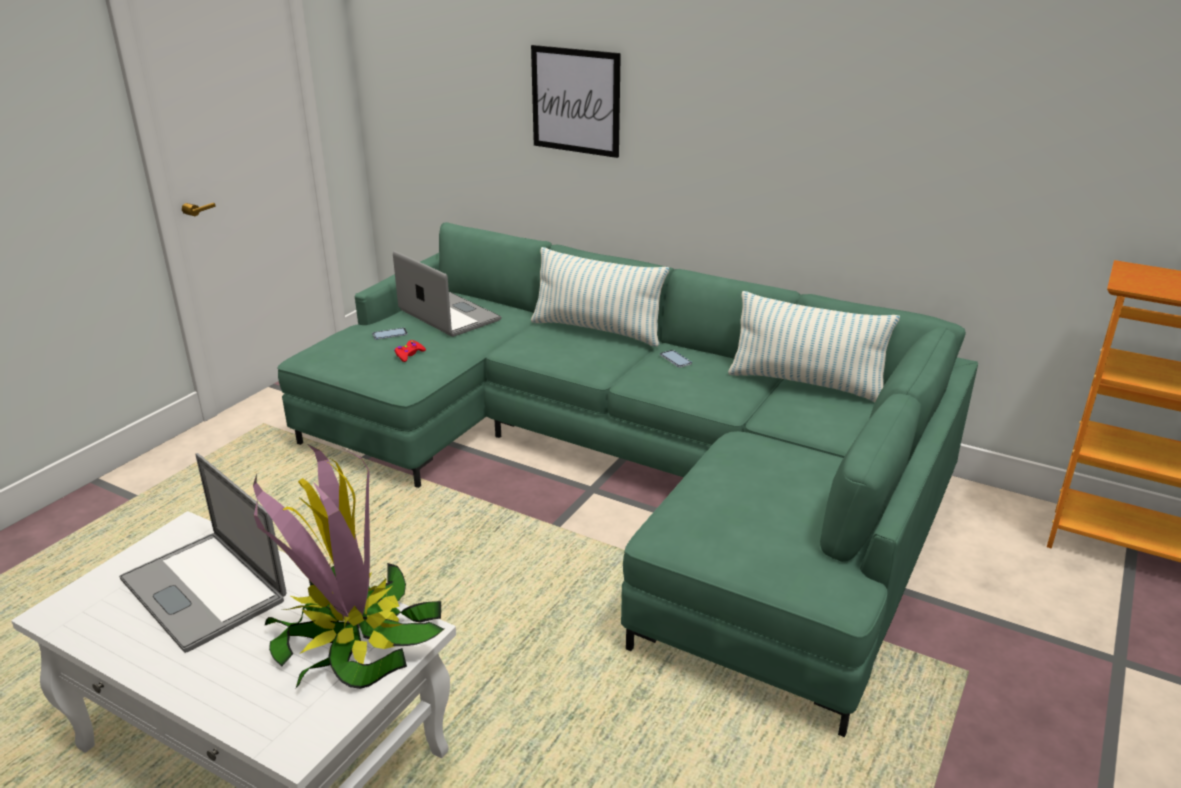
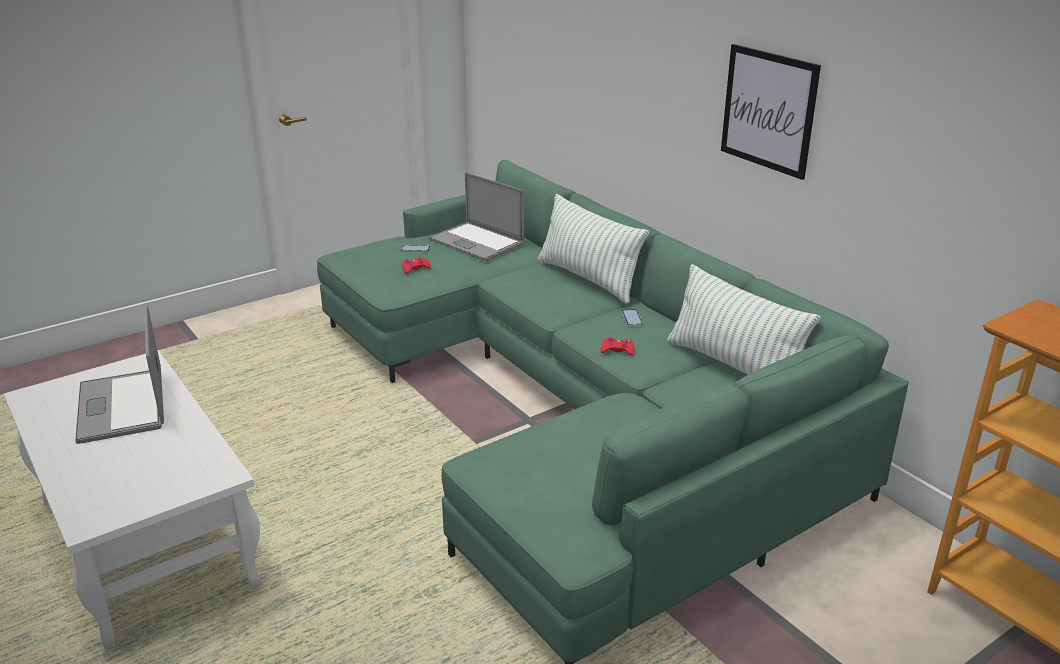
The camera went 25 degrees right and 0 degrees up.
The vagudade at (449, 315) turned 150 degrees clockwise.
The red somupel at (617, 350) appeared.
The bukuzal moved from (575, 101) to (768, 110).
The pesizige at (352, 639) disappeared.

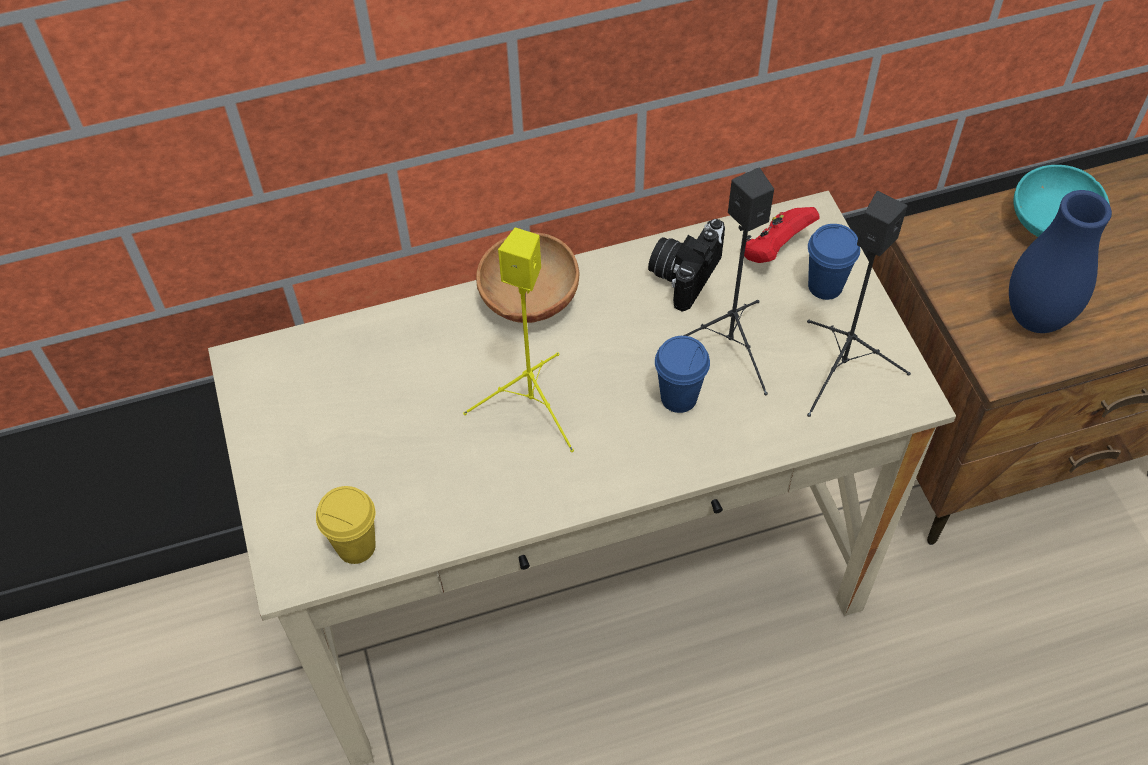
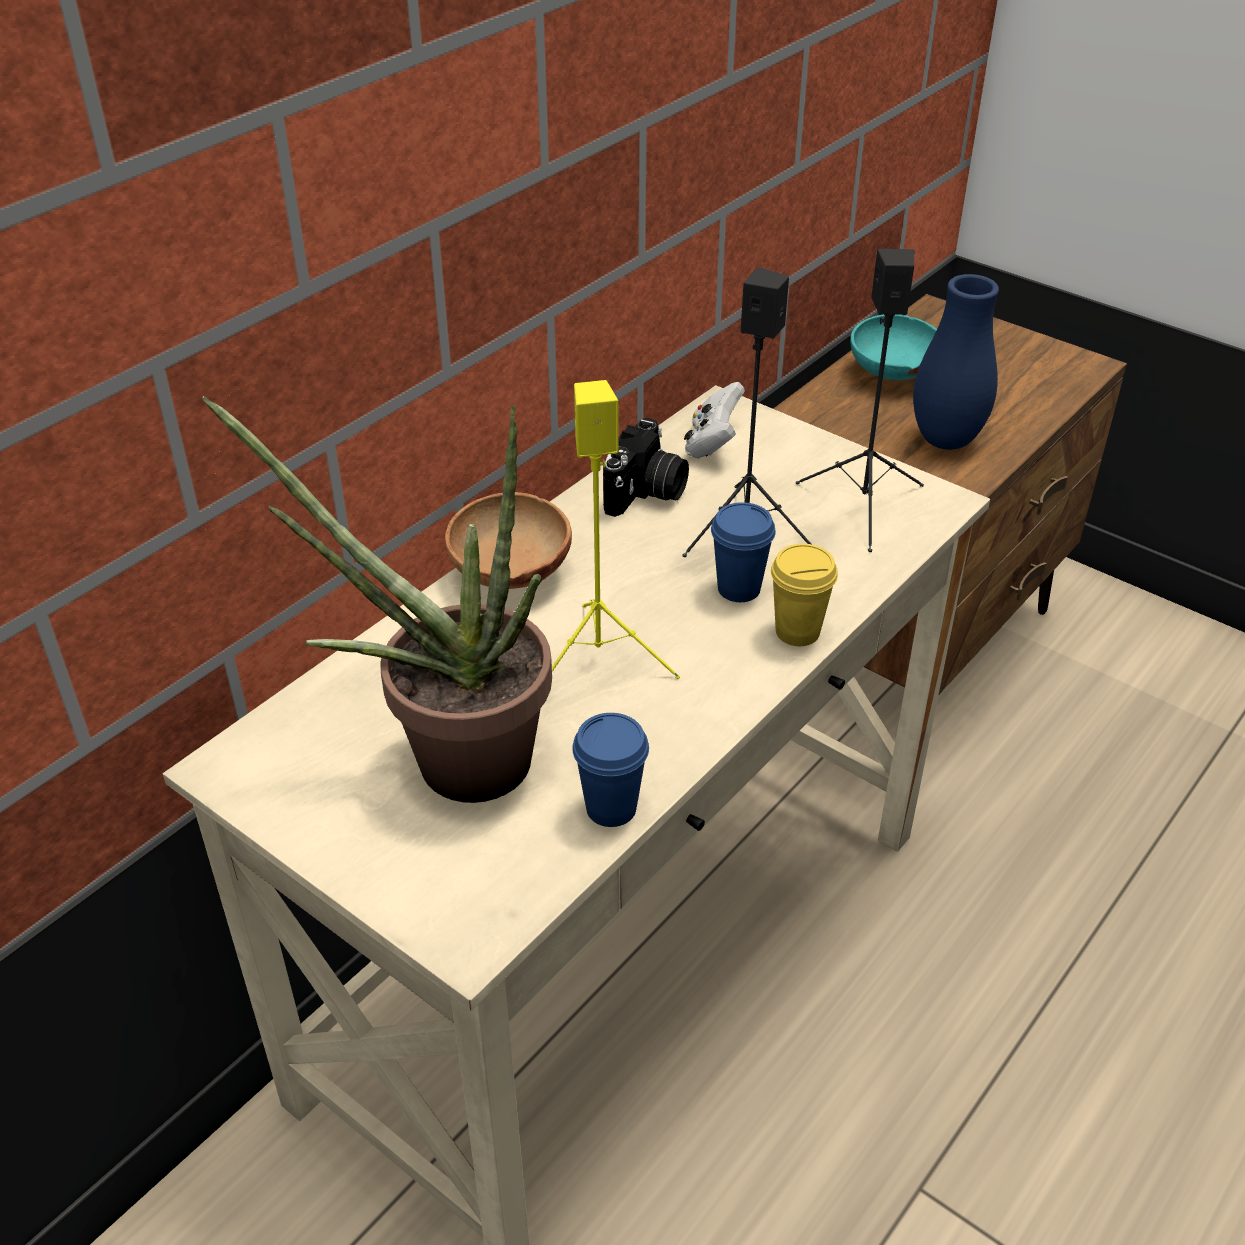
The camera went 35 degrees left and 15 degrees down.
The pesizige at (449, 760) appeared.
The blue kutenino moved from (825, 286) to (611, 808).
The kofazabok at (684, 274) turned 150 degrees counterclockwise.
The red somupel at (774, 250) became the white somupel at (712, 444).
The yellow kutenino moved from (356, 546) to (797, 632).

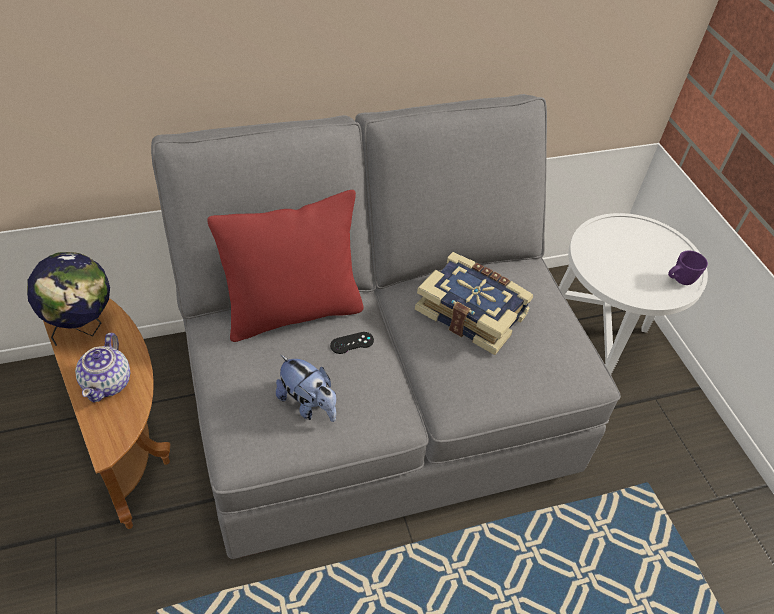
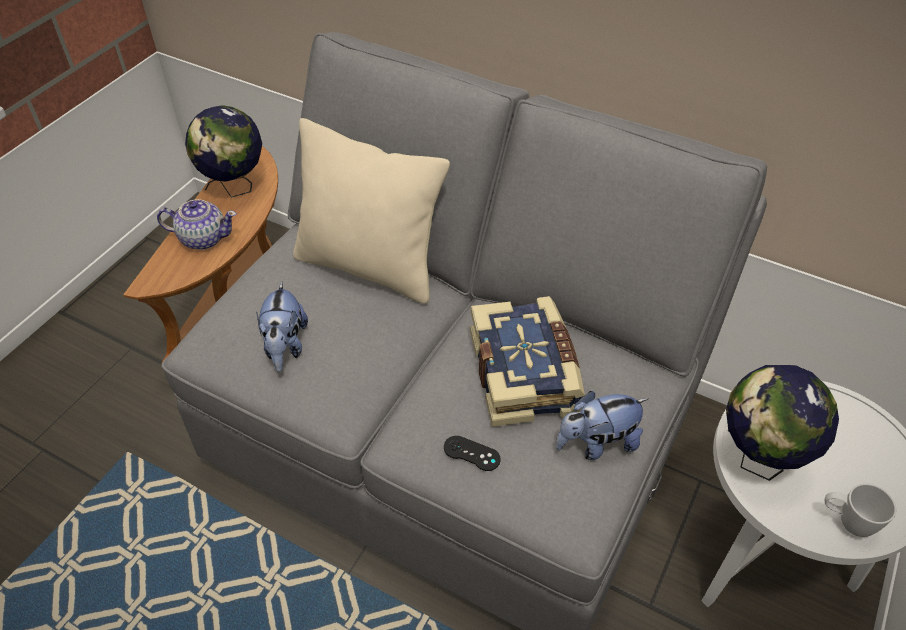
The camera went 50 degrees right and 0 degrees up.
The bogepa at (108, 382) turned 135 degrees counterclockwise.
The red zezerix at (293, 312) became the beige zezerix at (370, 266).
The black somupel moved from (352, 343) to (471, 453).
The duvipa at (597, 443) appeared.
The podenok at (758, 460) appeared.
The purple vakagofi at (678, 281) became the white vakagofi at (847, 522).

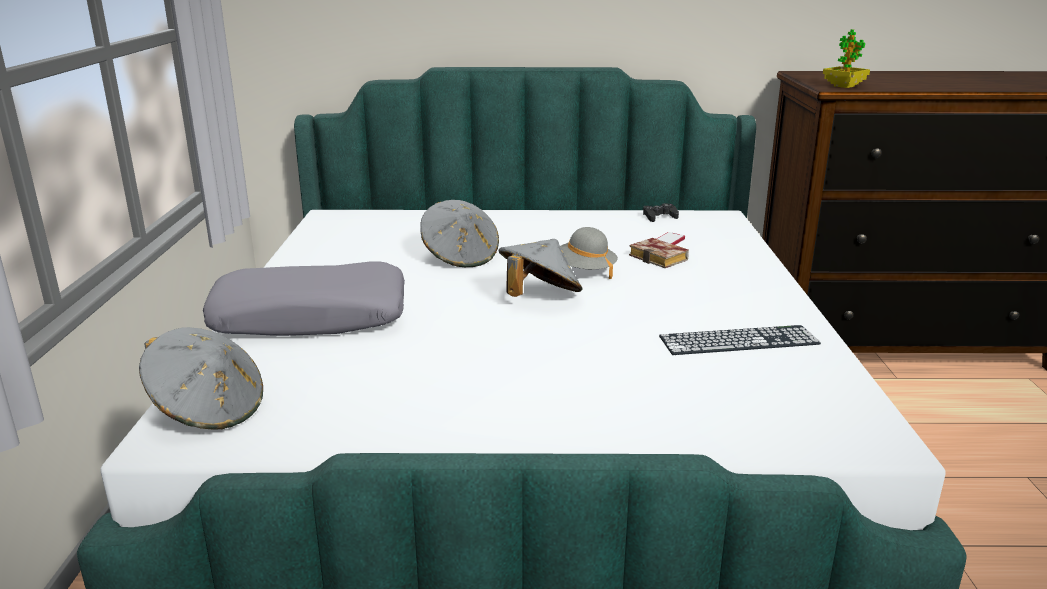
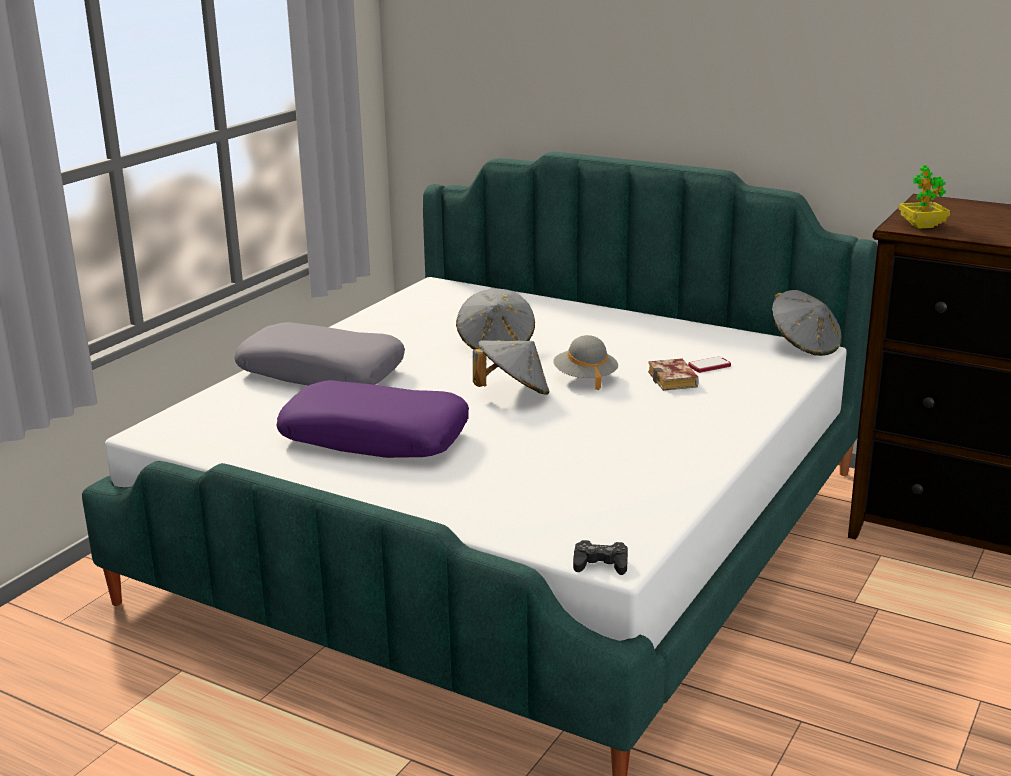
The camera went 30 degrees right and 0 degrees up.
The purple zezerix at (375, 437) appeared.
The black somupel moved from (659, 217) to (600, 564).
The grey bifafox moved from (209, 410) to (804, 346).
The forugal at (738, 340) disappeared.

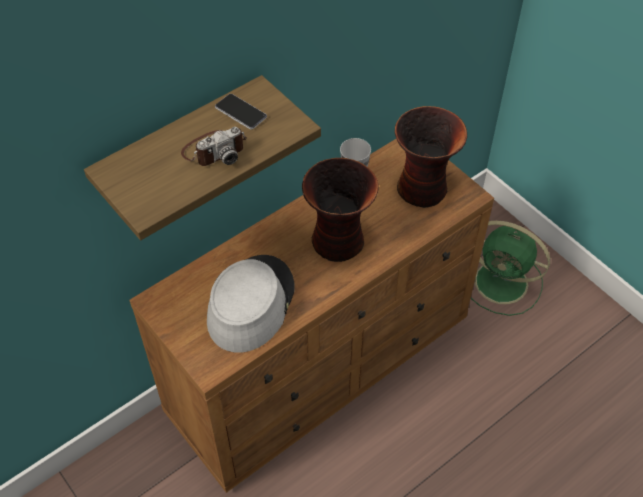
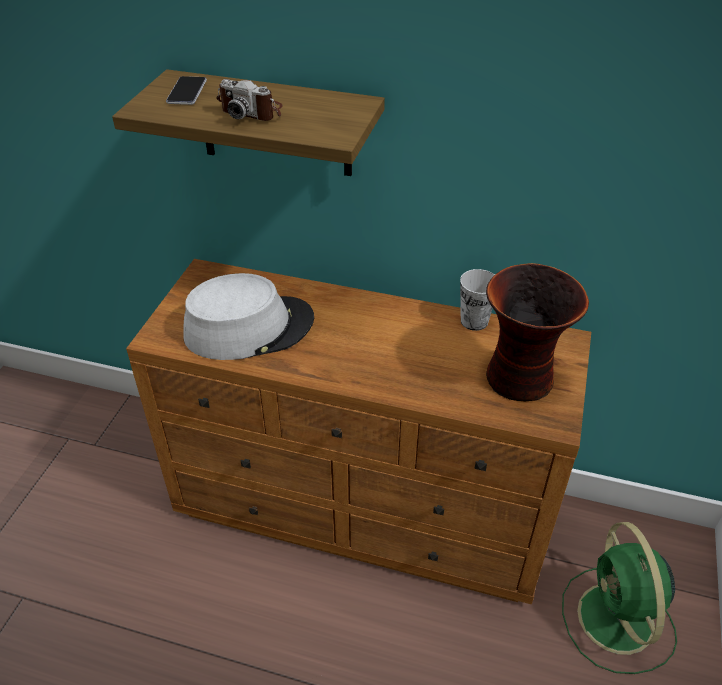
The camera went 55 degrees right and 10 degrees down.
The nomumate moved from (240, 112) to (187, 92).
The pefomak at (339, 242) disappeared.

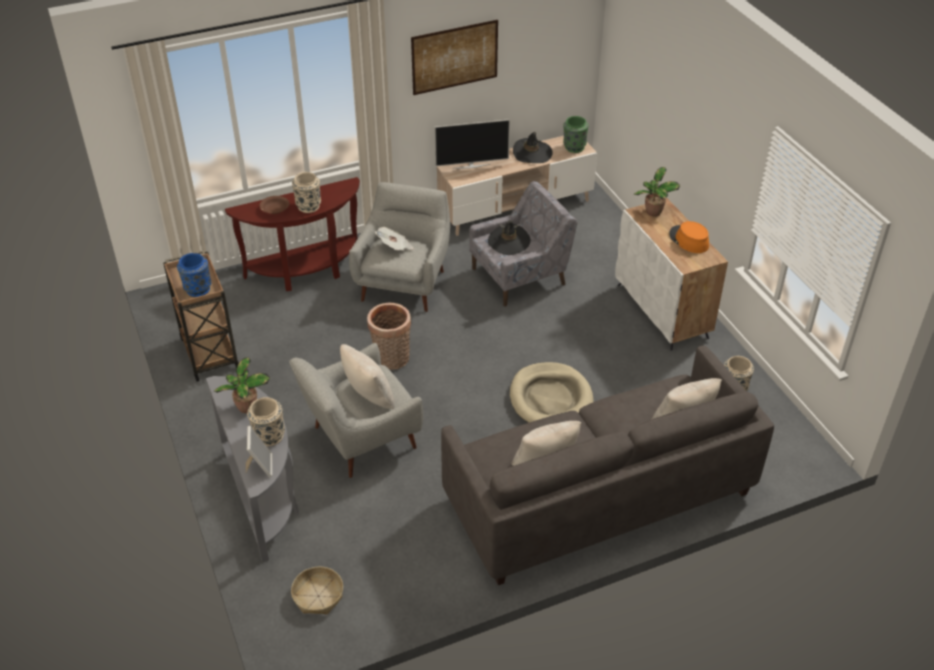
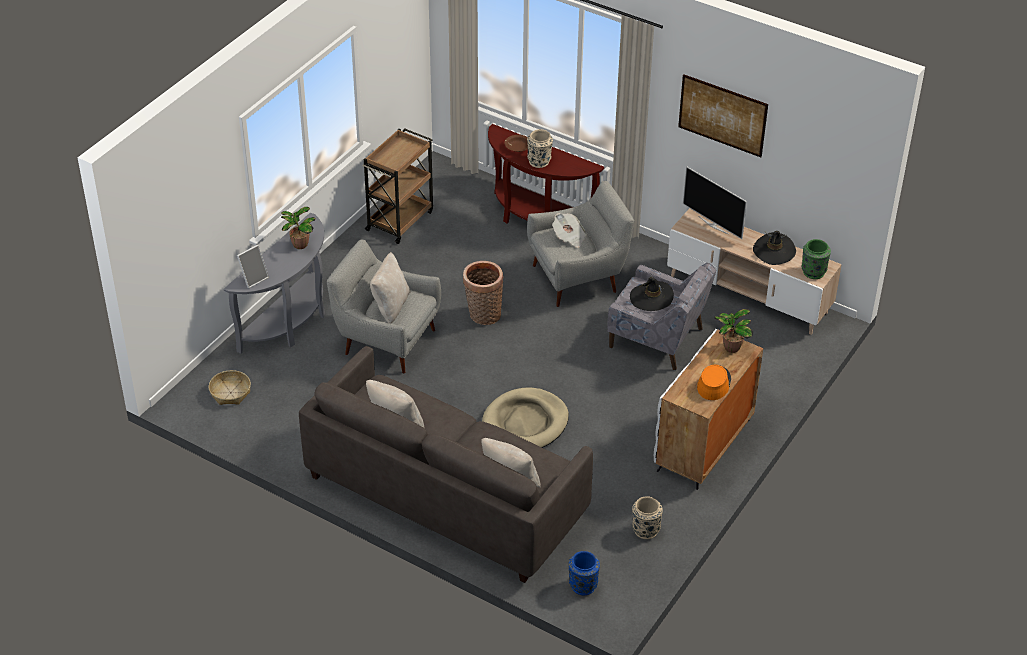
The camera went 55 degrees right and 0 degrees up.
The blue pefomak moved from (197, 289) to (583, 585).
The beige pefomak at (269, 436) disappeared.

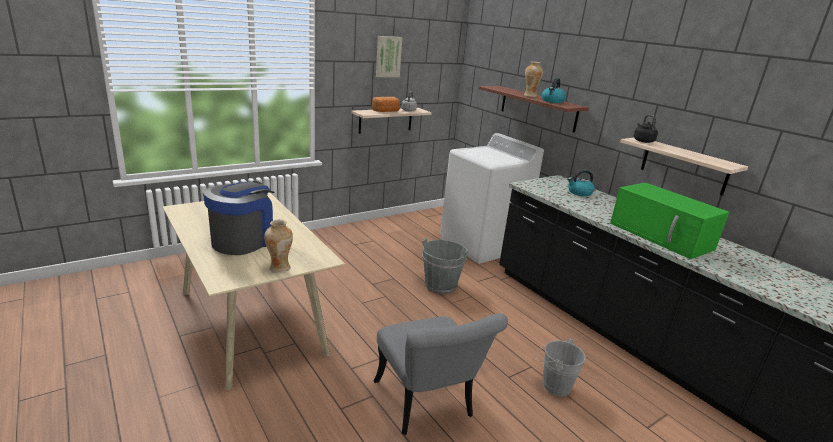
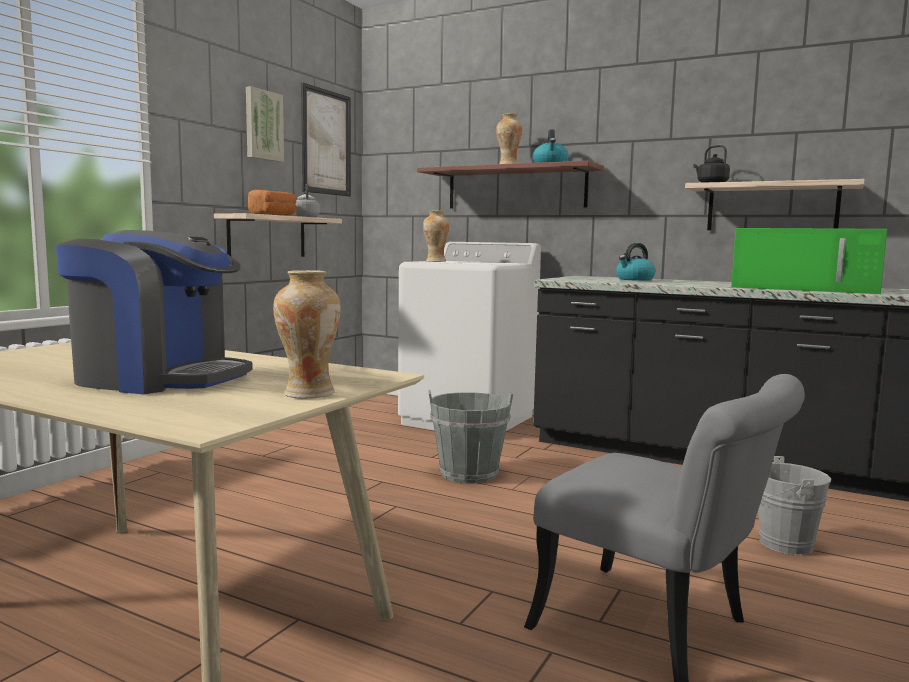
The camera went 25 degrees left and 15 degrees down.
The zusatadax at (244, 240) turned 105 degrees clockwise.
The bukuzal at (326, 142) appeared.
The pefomak at (435, 261) appeared.

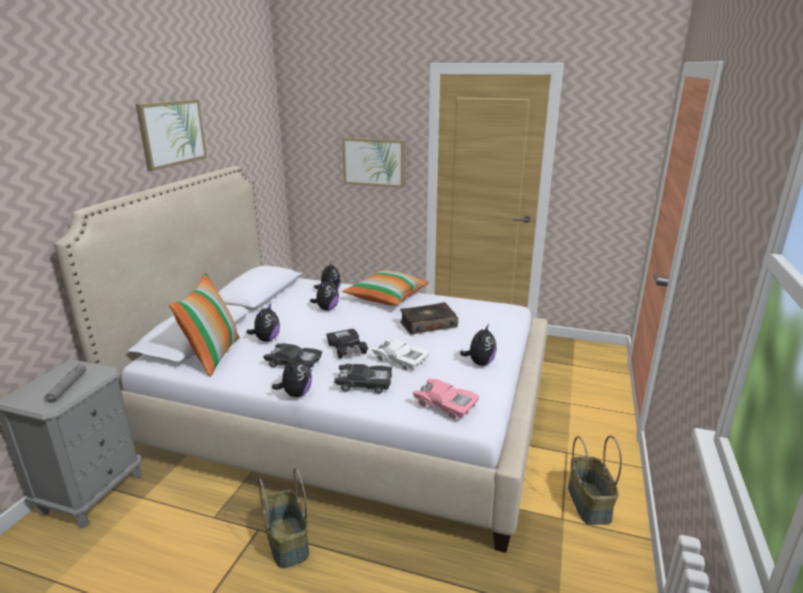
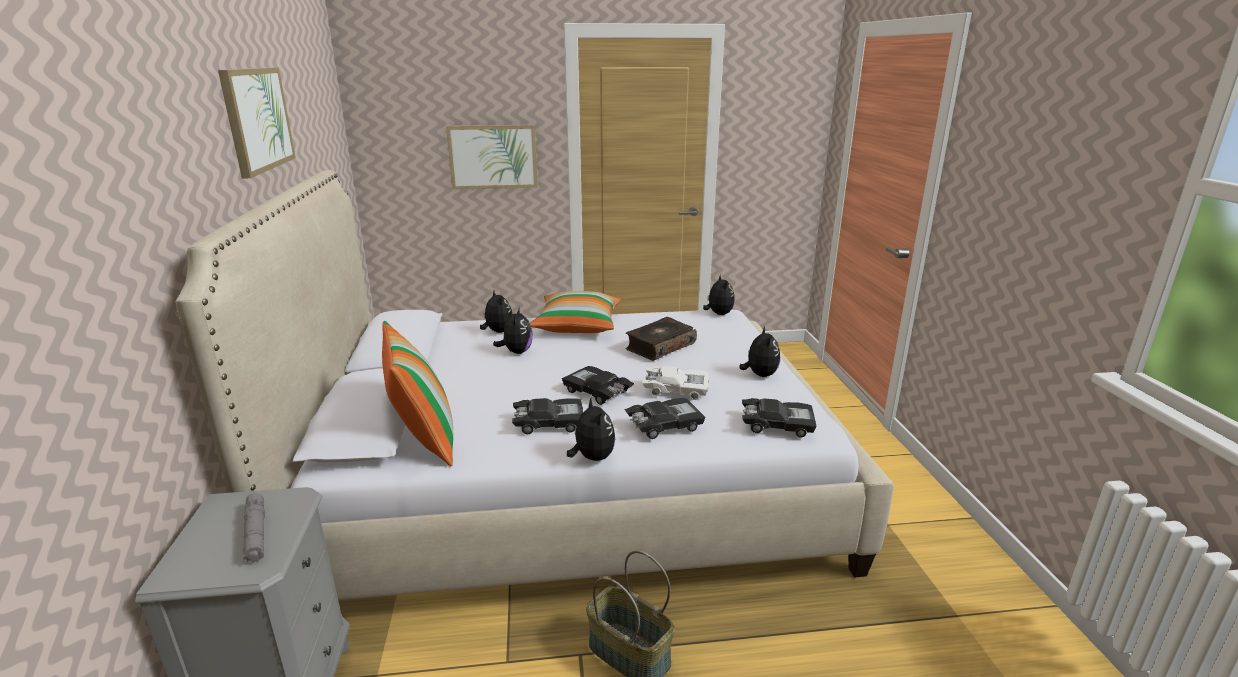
The camera went 25 degrees left and 0 degrees up.
The duvipa moved from (266, 339) to (718, 314).
The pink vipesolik at (445, 404) became the black vipesolik at (777, 424).
The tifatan at (590, 503) disappeared.

